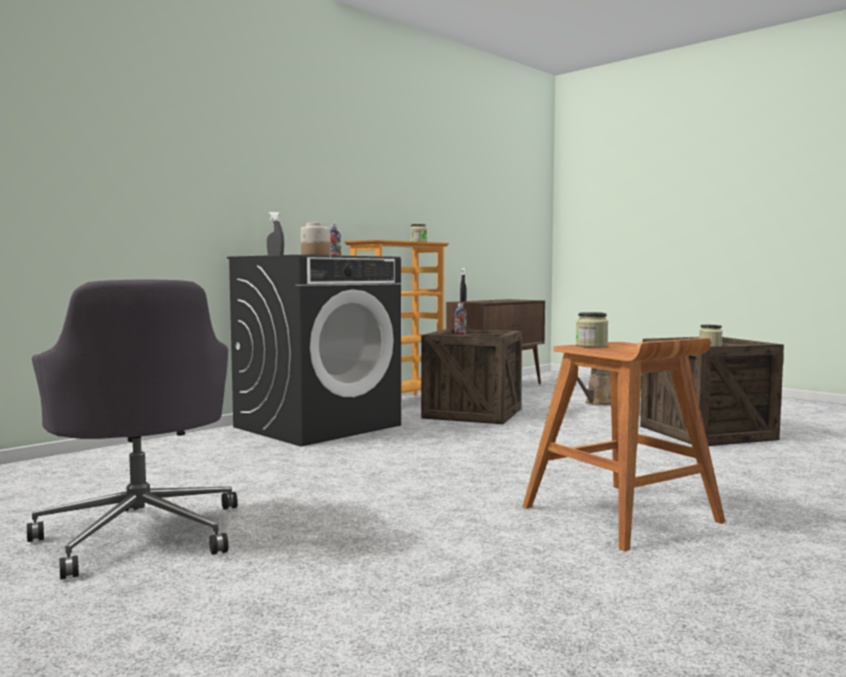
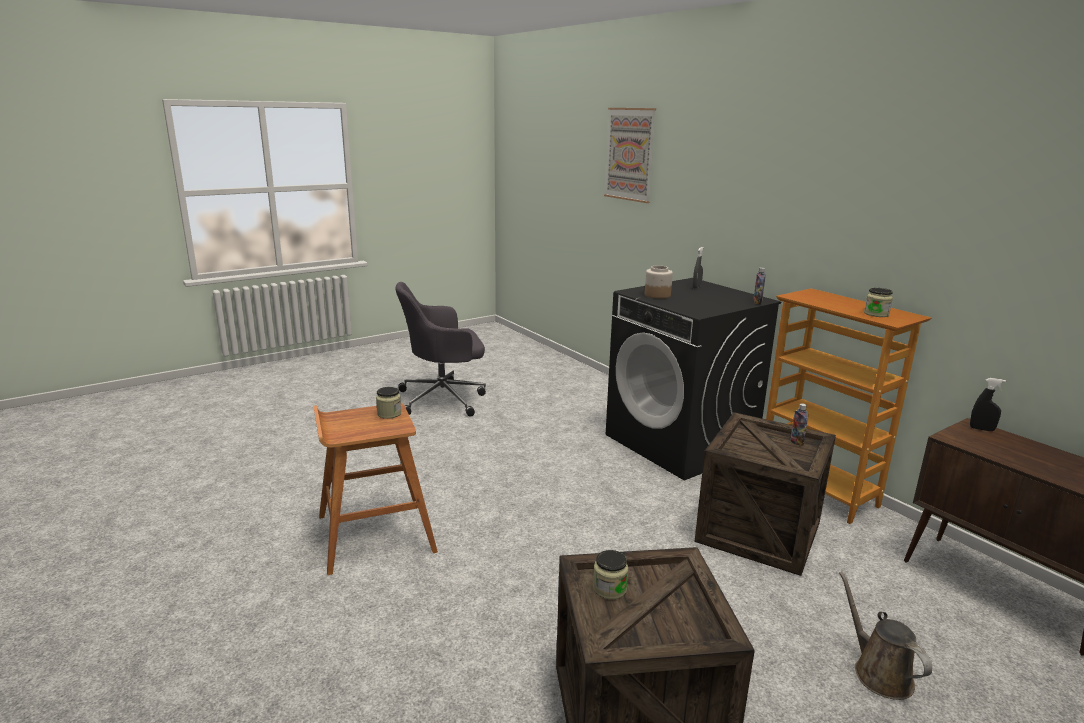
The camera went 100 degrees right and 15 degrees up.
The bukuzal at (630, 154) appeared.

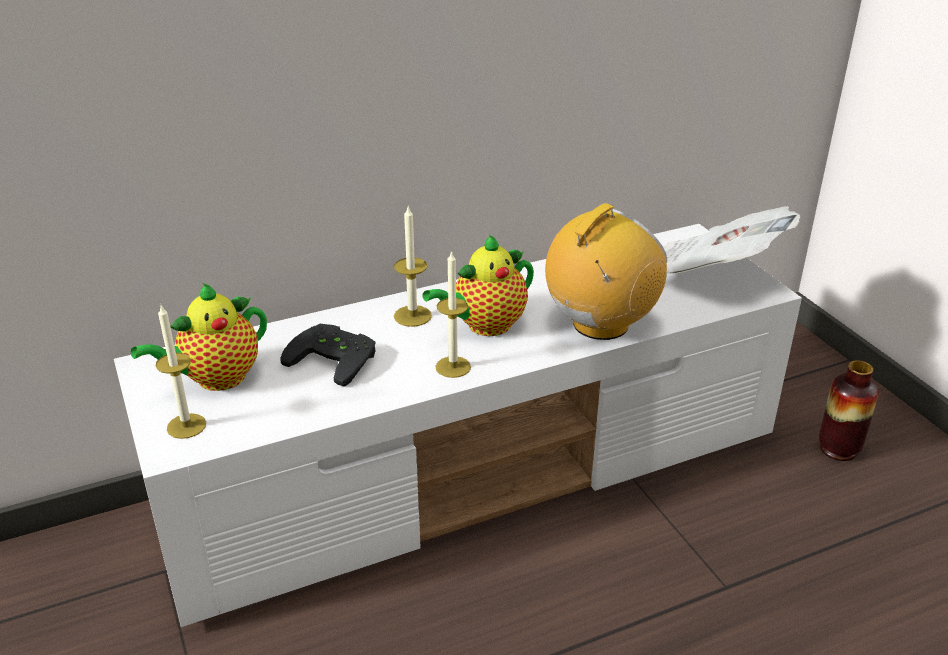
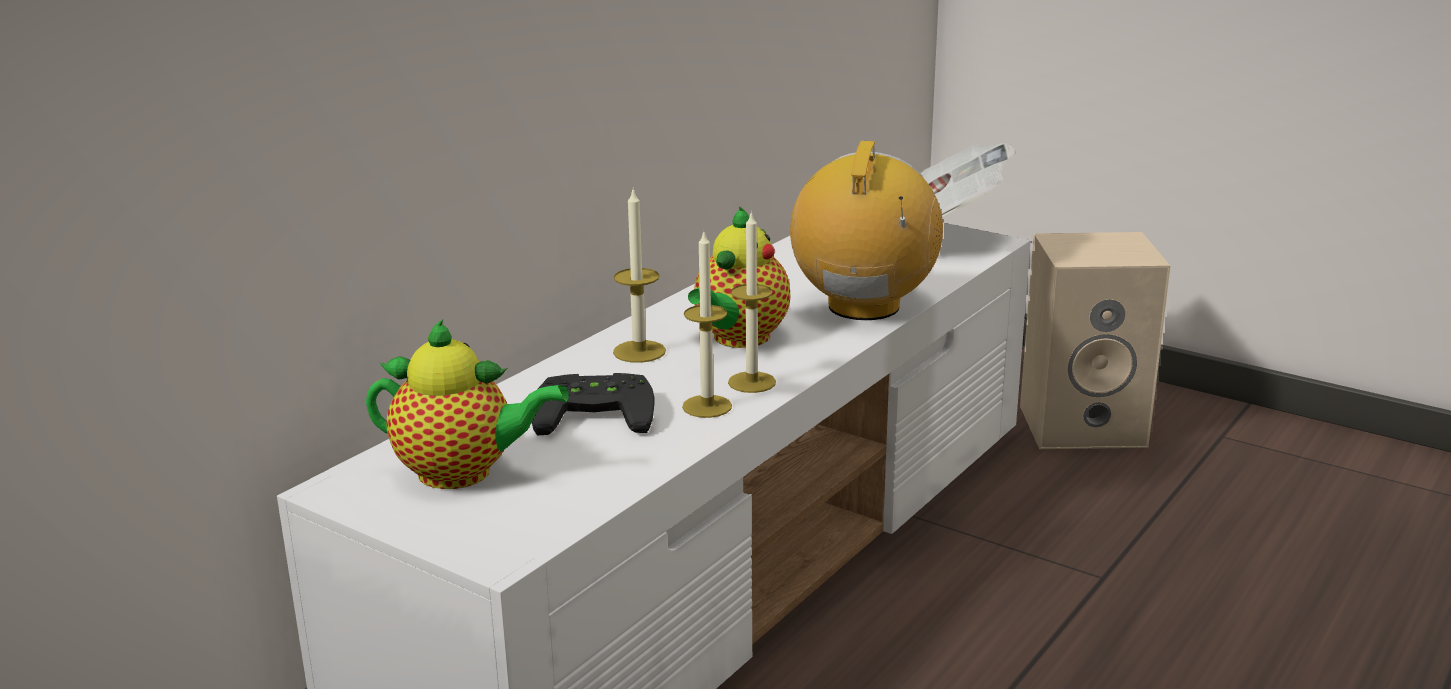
The camera went 30 degrees left and 10 degrees down.
The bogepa at (216, 379) turned 105 degrees counterclockwise.
The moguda moved from (186, 426) to (707, 406).
The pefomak at (838, 449) was replaced by the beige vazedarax at (1084, 425).

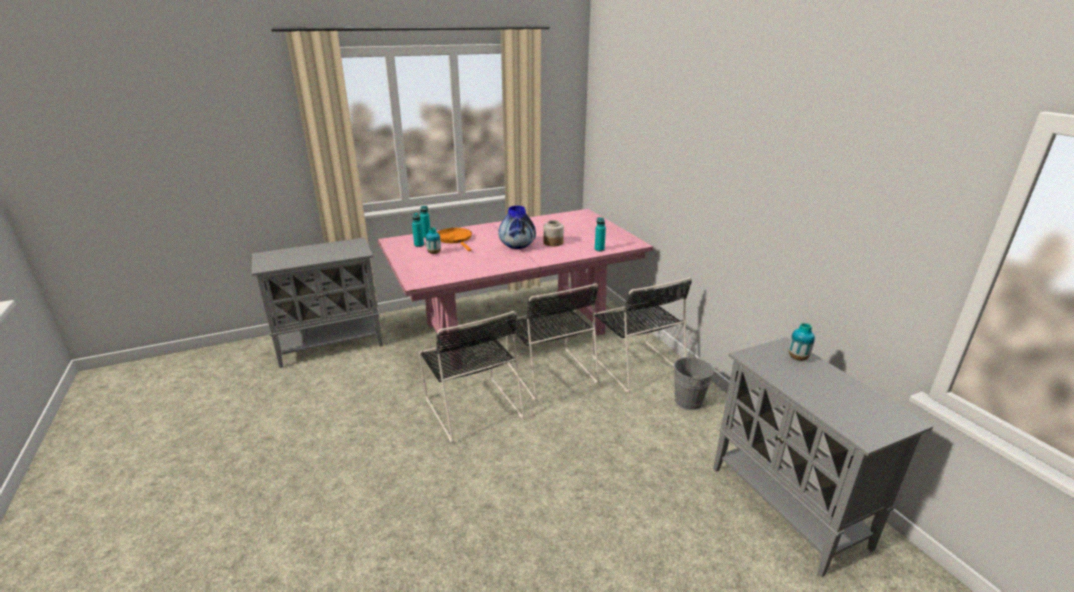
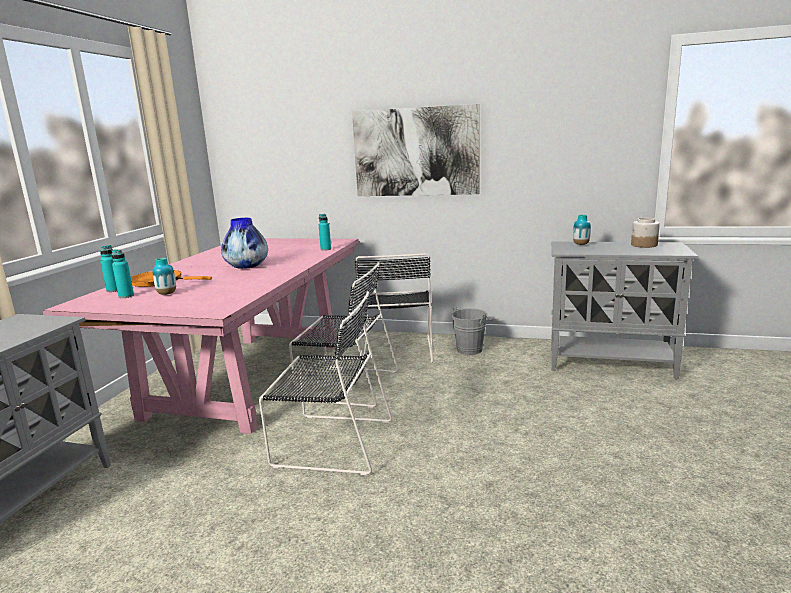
The camera went 50 degrees left and 10 degrees down.
The bukuzal at (415, 152) appeared.
The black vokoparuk at (636, 364) turned 75 degrees clockwise.
The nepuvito moved from (553, 242) to (644, 245).

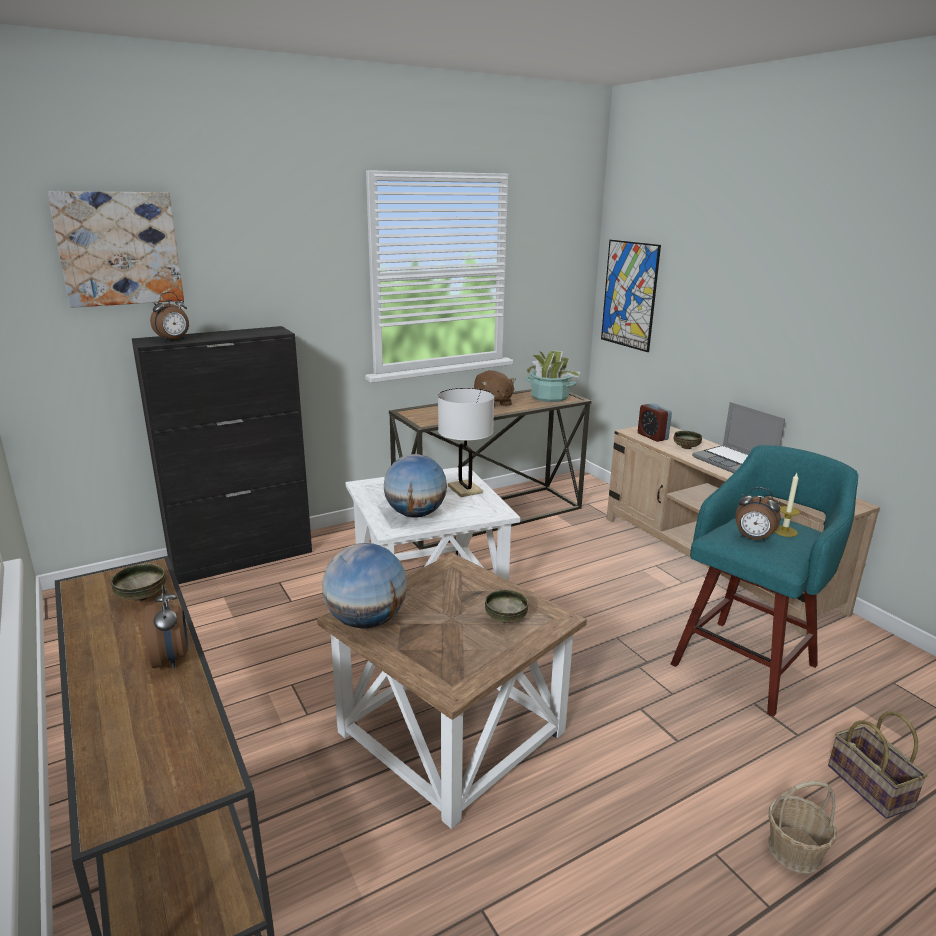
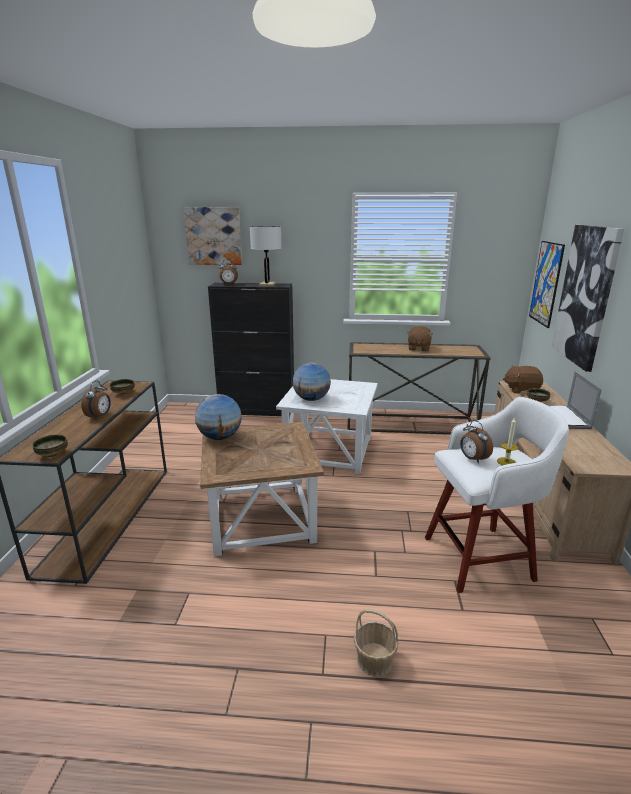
The camera went 35 degrees right and 0 degrees up.
The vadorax moved from (505, 618) to (53, 454).
The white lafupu moved from (465, 489) to (267, 284).
The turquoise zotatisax at (746, 663) became the white zotatisax at (481, 558).
The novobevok at (652, 436) was replaced by the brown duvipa at (521, 390).
The bukuzal at (586, 295) appeared.
The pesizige at (549, 397) disappeared.
The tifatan at (872, 787) disappeared.

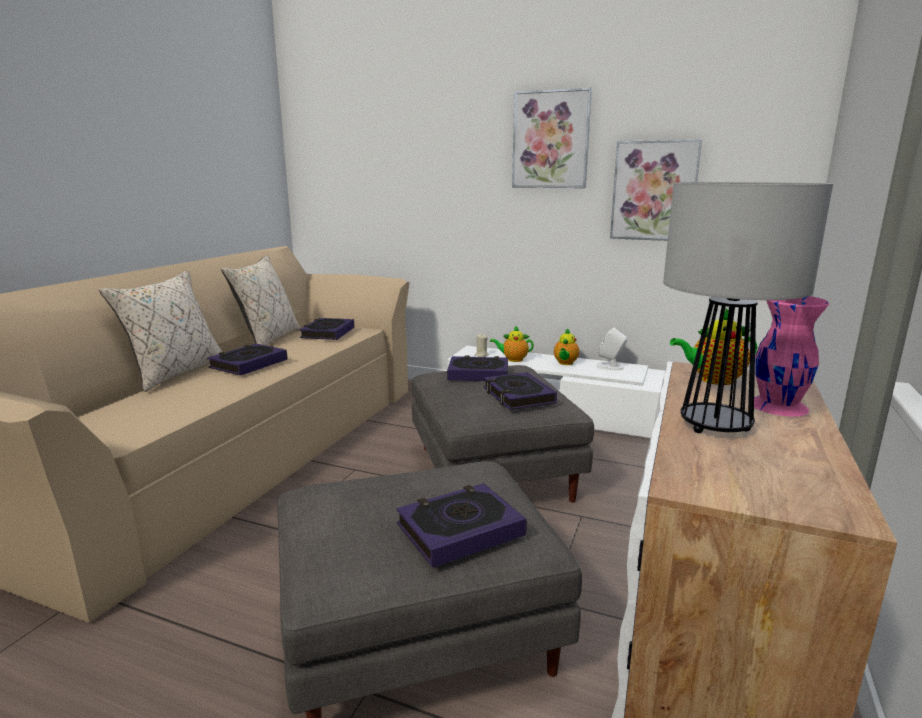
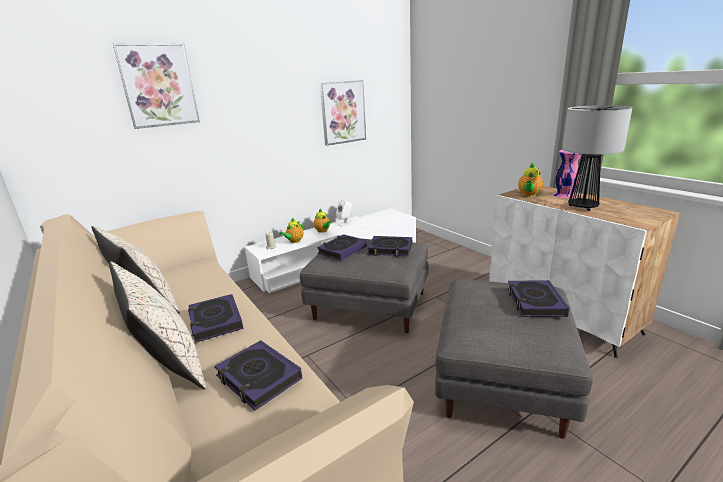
The camera went 55 degrees left and 5 degrees up.
The bukuzal moved from (551, 140) to (158, 85).
The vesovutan moved from (327, 333) to (258, 378).

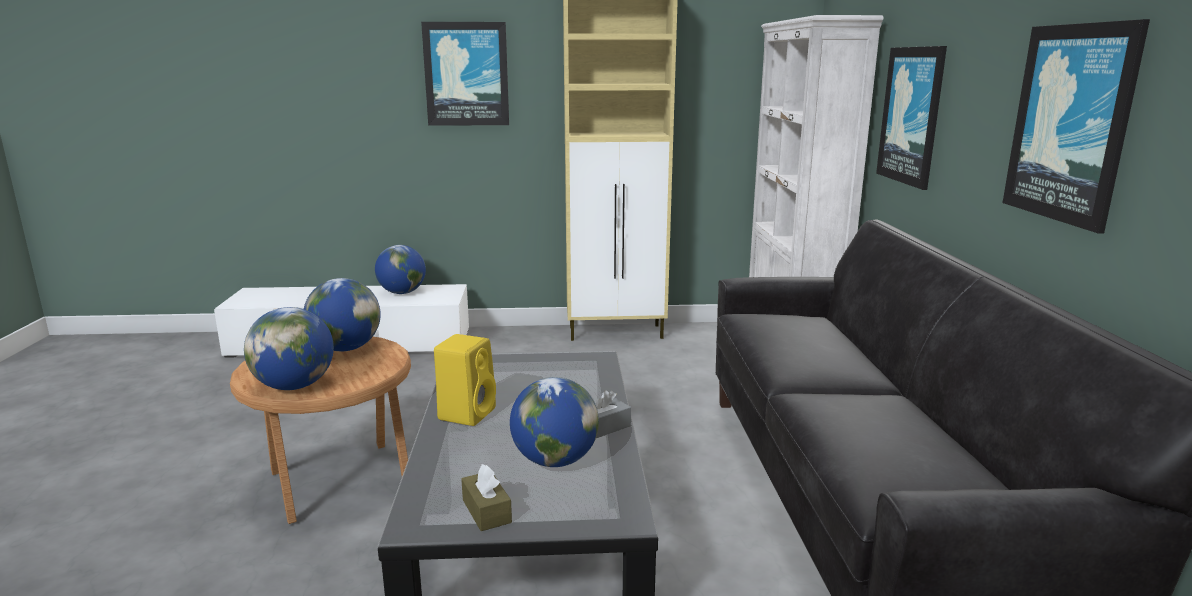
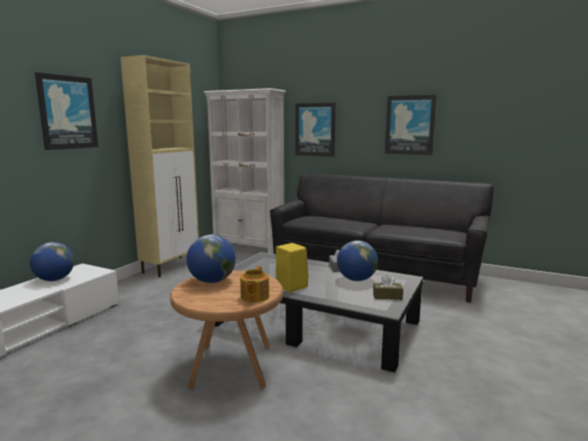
The camera went 60 degrees left and 5 degrees down.
The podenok at (294, 386) was replaced by the bogepa at (254, 297).

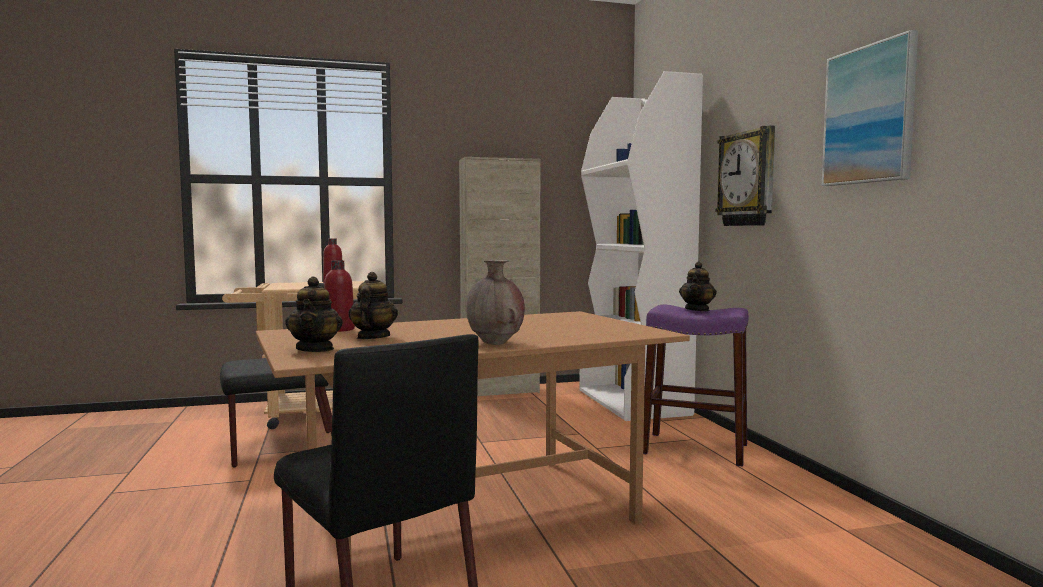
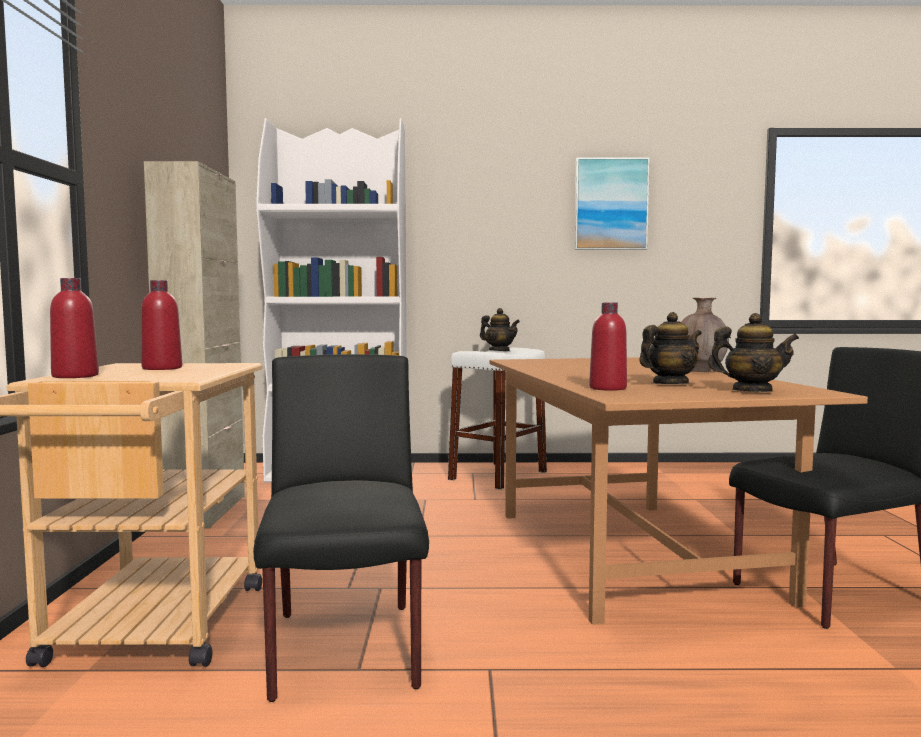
The camera went 75 degrees left and 0 degrees up.
The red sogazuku at (75, 376) appeared.
The purple zotatisax at (695, 449) became the white zotatisax at (498, 475).
The bogepa at (373, 337) turned 135 degrees clockwise.
The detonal at (748, 179) disappeared.

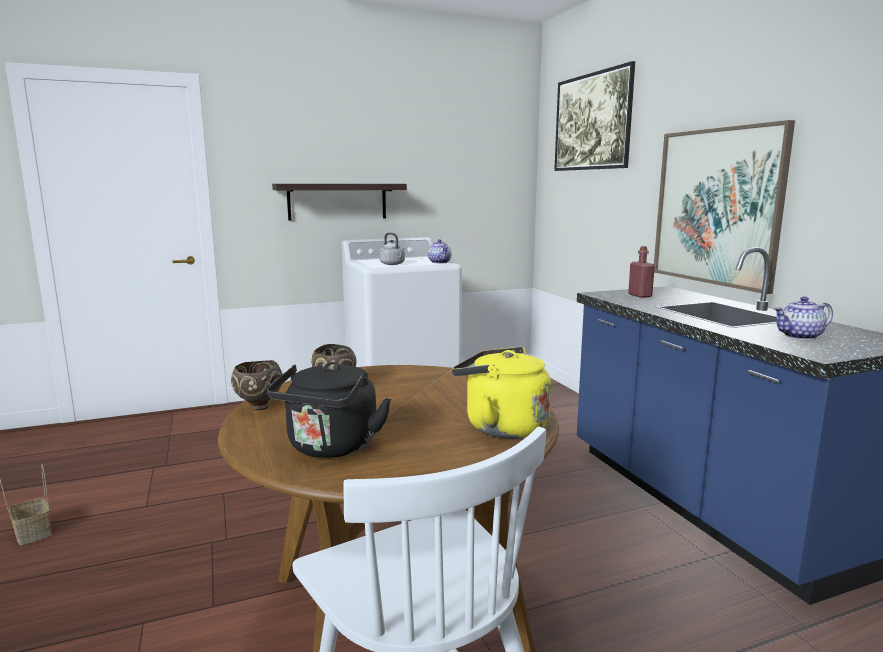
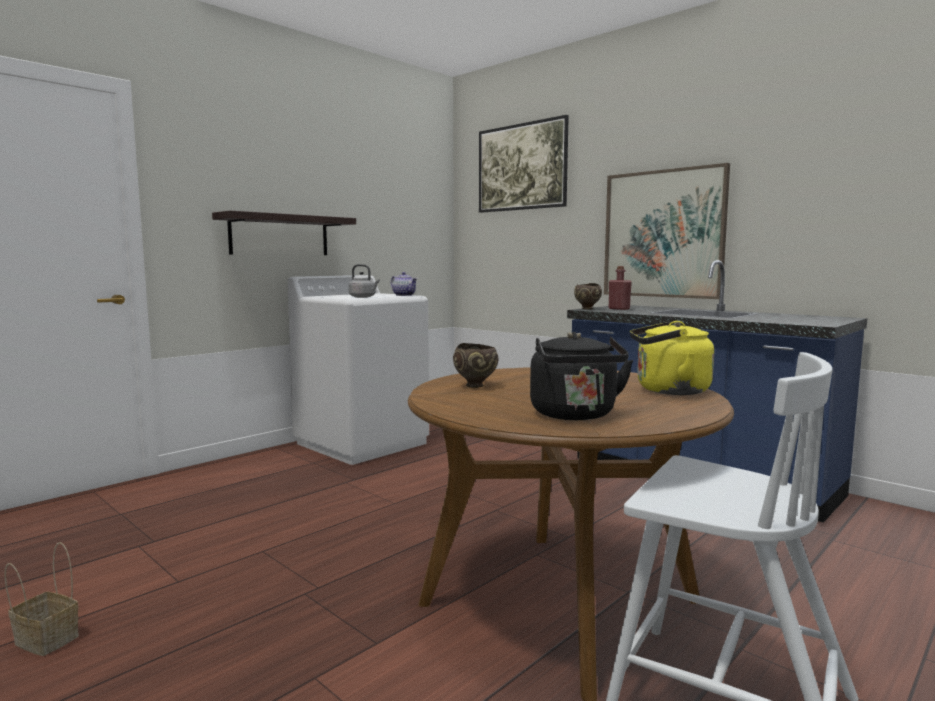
The camera went 25 degrees left and 5 degrees down.
The brown vadorax moved from (258, 407) to (587, 309).
The bogepa at (800, 336) disappeared.

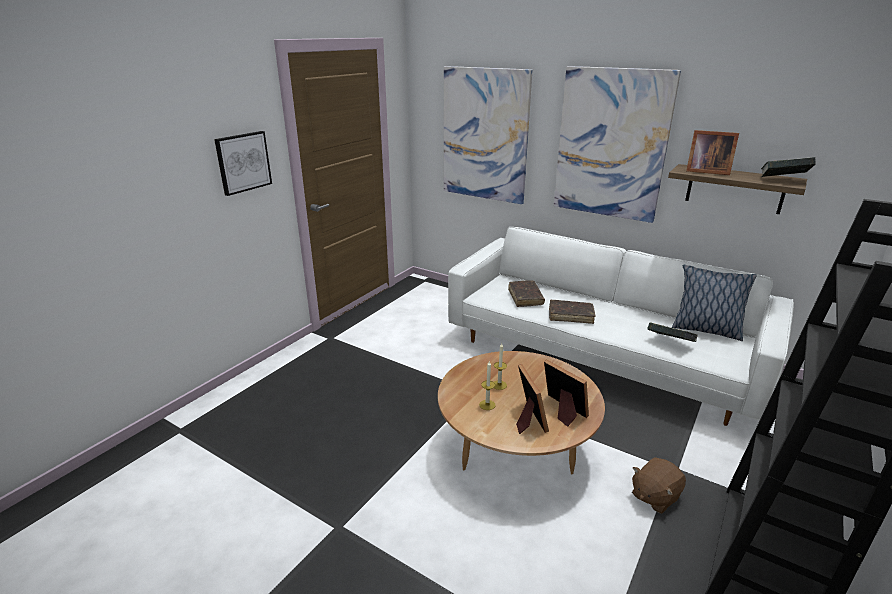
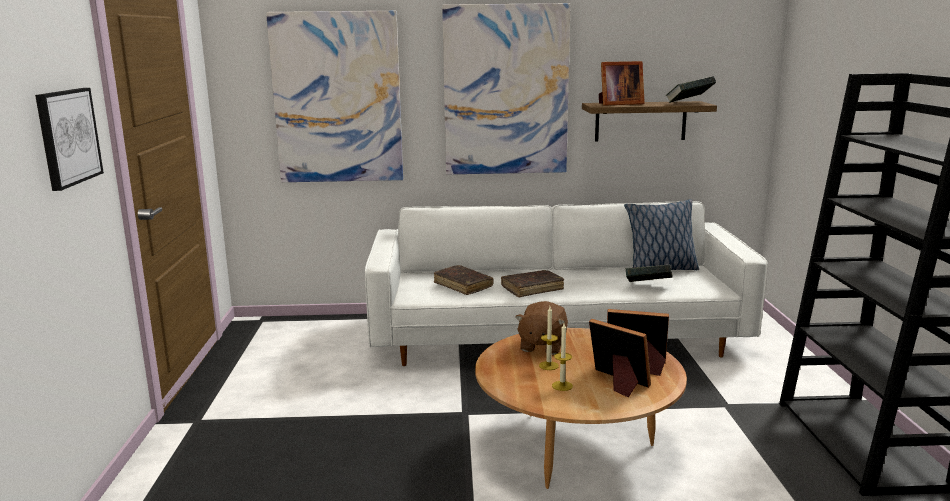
The camera went 35 degrees left and 10 degrees down.
The brown duvipa moved from (654, 496) to (542, 346).

